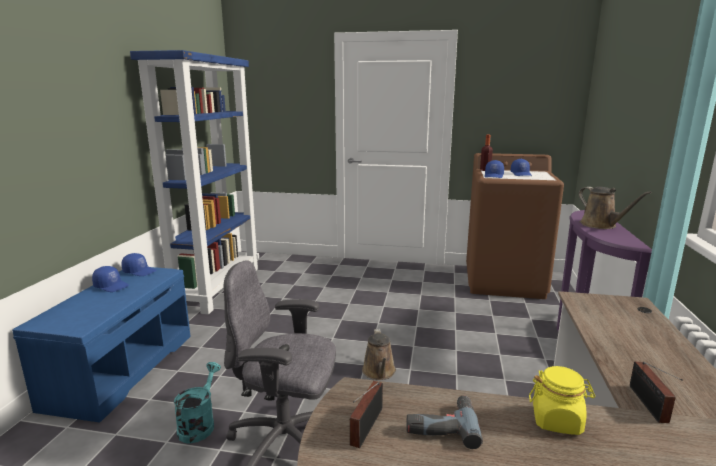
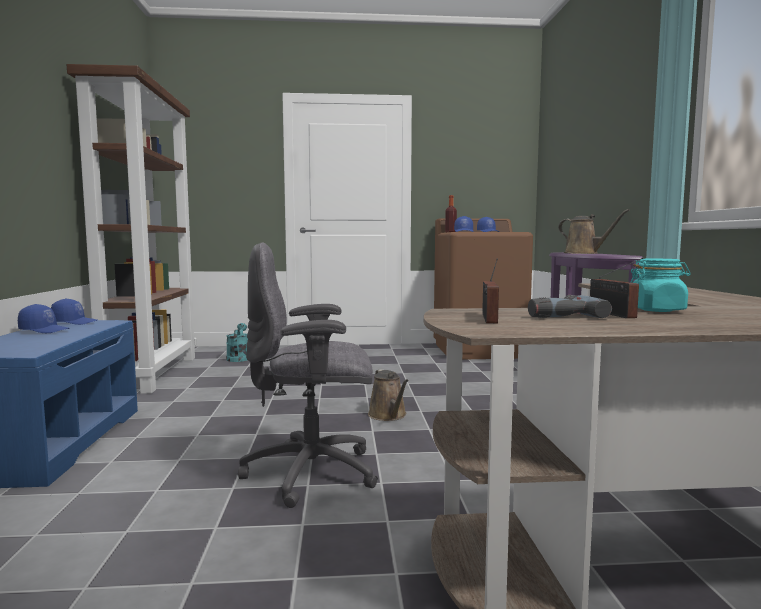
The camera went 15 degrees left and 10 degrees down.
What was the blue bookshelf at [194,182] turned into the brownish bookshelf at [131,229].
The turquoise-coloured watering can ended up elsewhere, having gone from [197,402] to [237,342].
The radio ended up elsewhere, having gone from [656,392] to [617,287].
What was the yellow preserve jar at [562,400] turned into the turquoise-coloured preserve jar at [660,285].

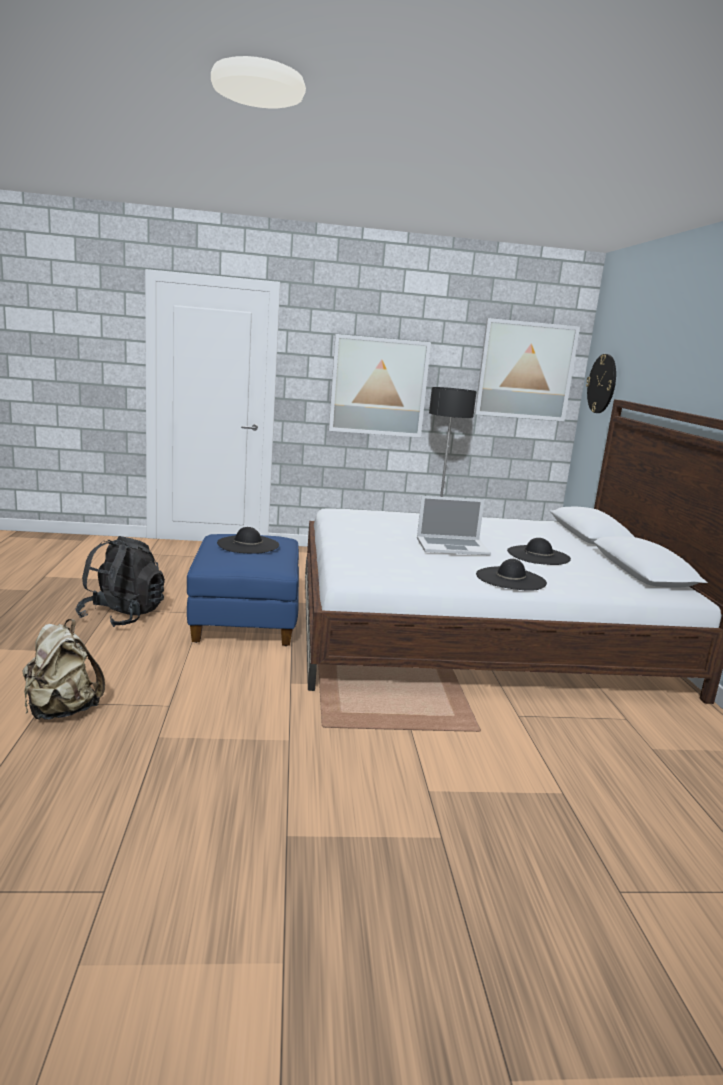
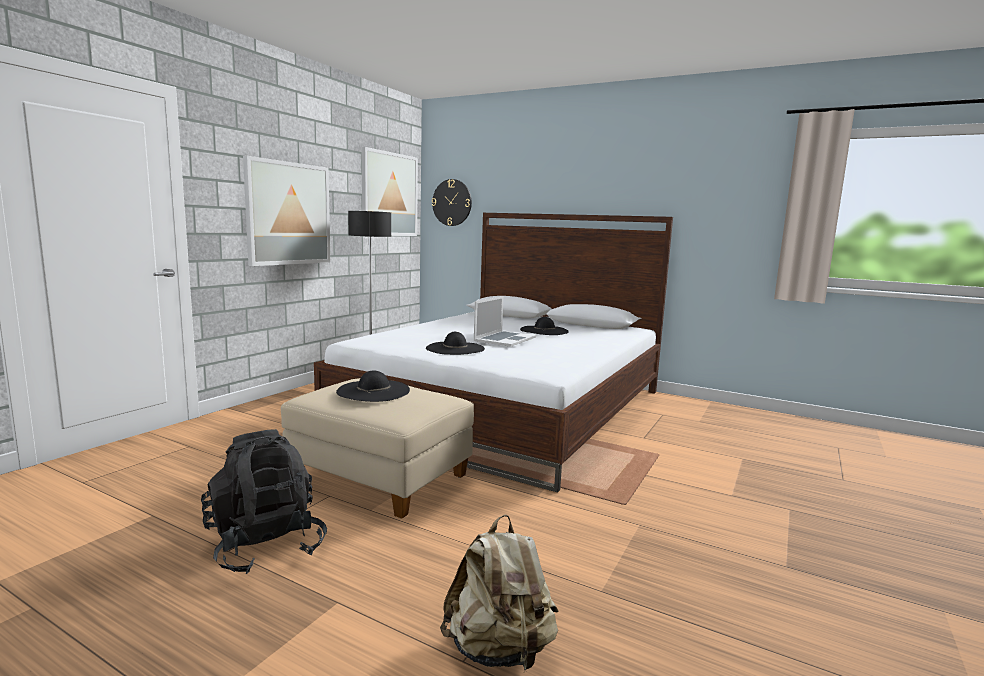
The camera went 55 degrees left and 5 degrees down.
What was the blue footrest at [243,590] turned into the sand-coloured footrest at [377,448].
The black-coloured hat ended up elsewhere, having gone from [511,575] to [455,343].

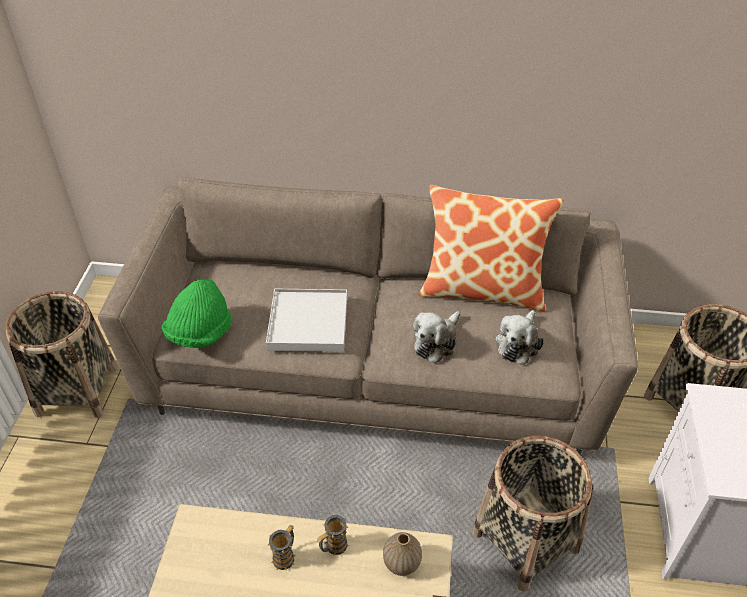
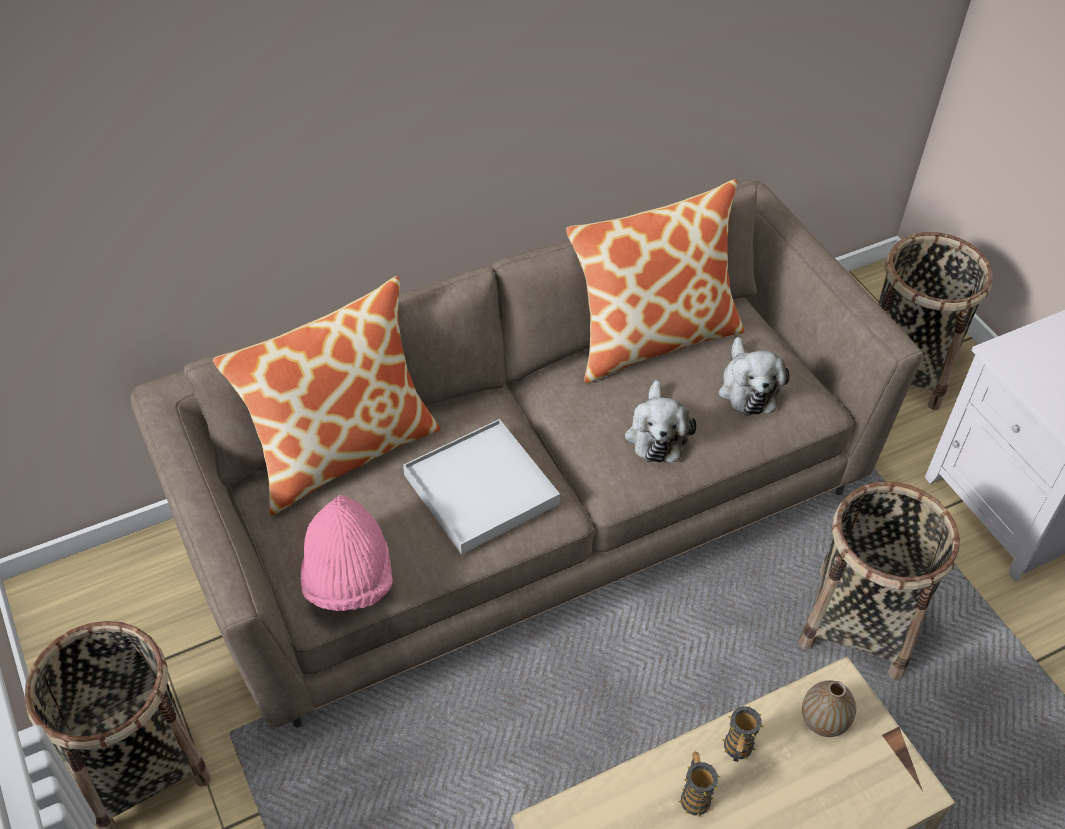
The camera went 35 degrees left and 5 degrees up.
The second view gained the cushion at [326,395].
What was the green-coloured hat at [196,314] turned into the pink-coloured hat at [347,553].

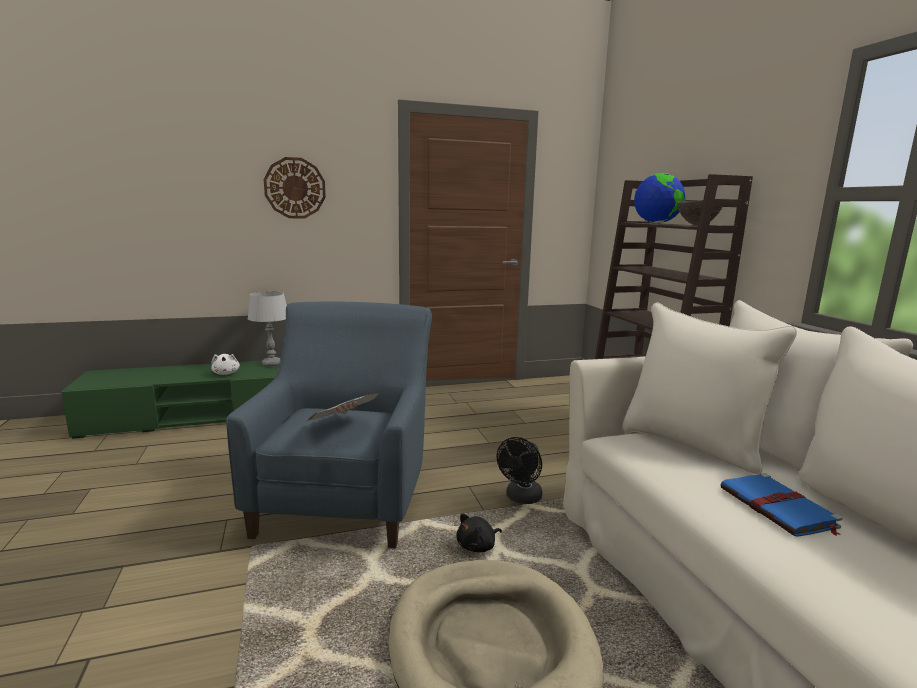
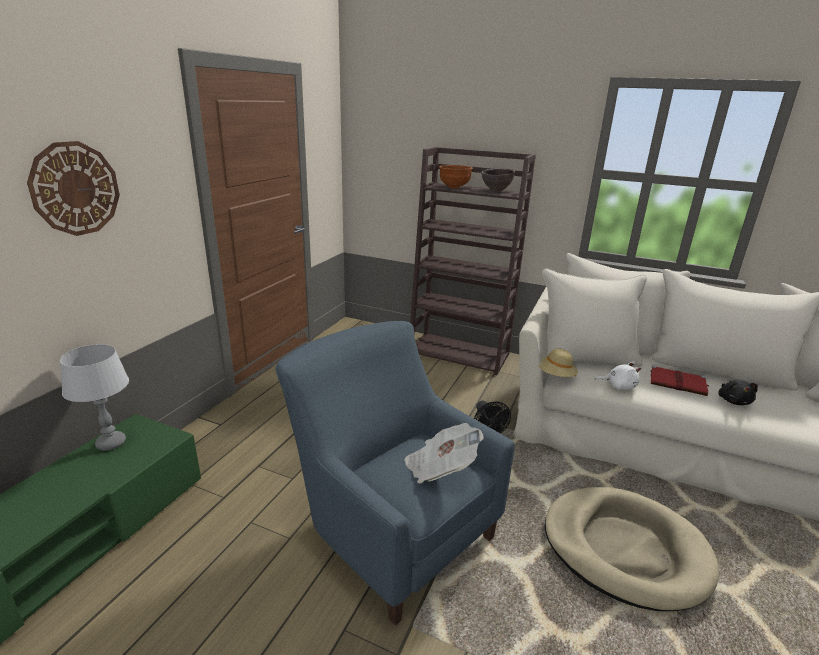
The camera went 50 degrees left and 10 degrees up.
Where the desk globe stood at [659,198], the brownish serving bowl came to stand at [456,176].
The second view gained the sand-coloured hat at [558,363].
The whitish soft toy ended up elsewhere, having gone from [225,364] to [618,376].
What was the blue volume at [781,505] turned into the red-coloured volume at [680,380].
The black-coloured soft toy ended up elsewhere, having gone from [479,533] to [738,392].

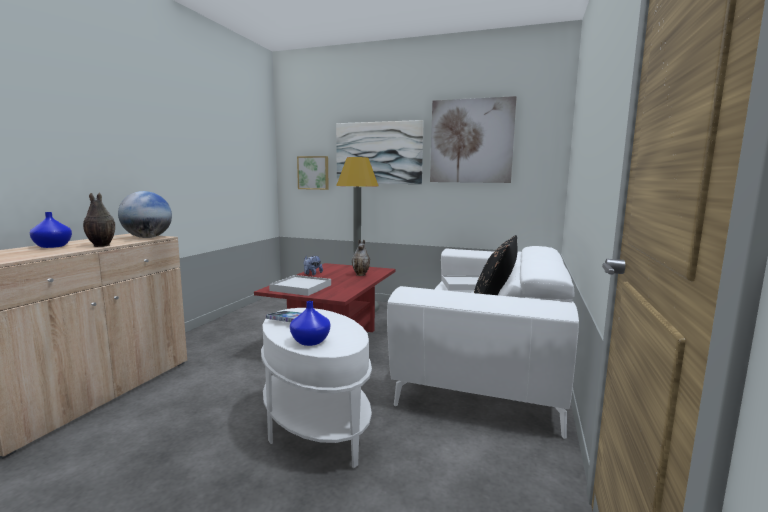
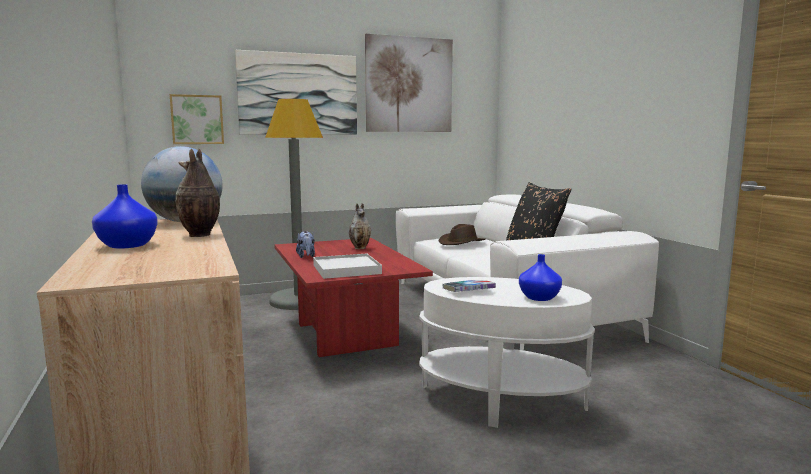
The camera went 40 degrees left and 0 degrees up.
Where the whitish serving tray stood at [461,283], the brownish hat came to stand at [462,234].

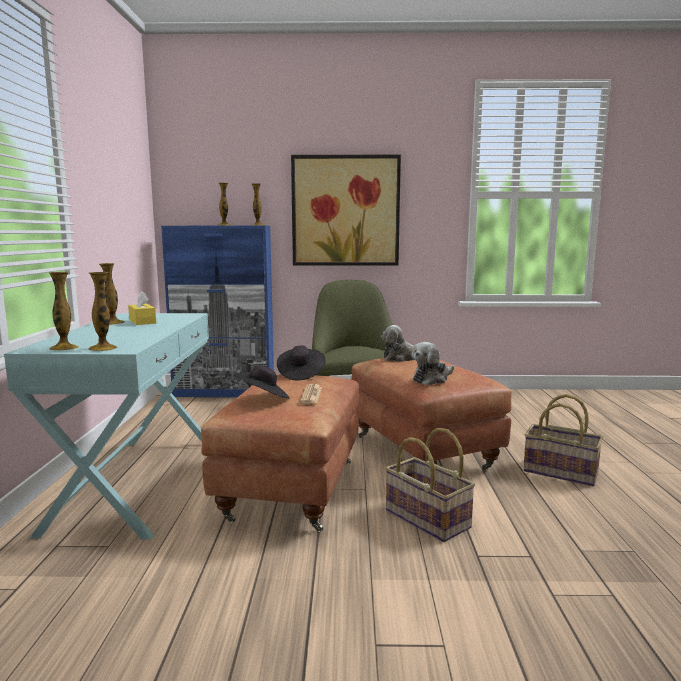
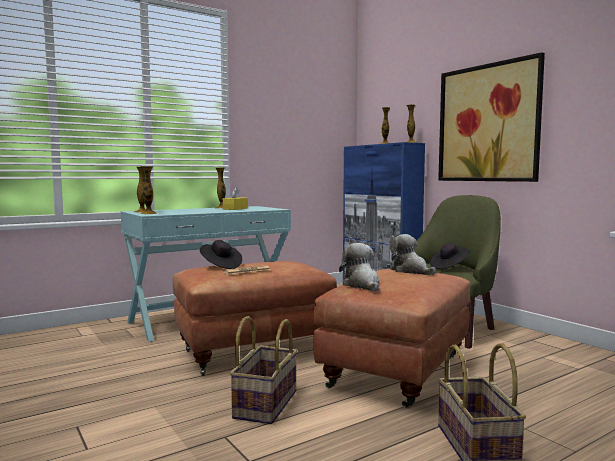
The camera went 55 degrees right and 5 degrees down.
The soft toy at [432,363] ended up facing another way, 60 degrees clockwise from before.
The black-coloured hat ended up elsewhere, having gone from [301,362] to [450,256].

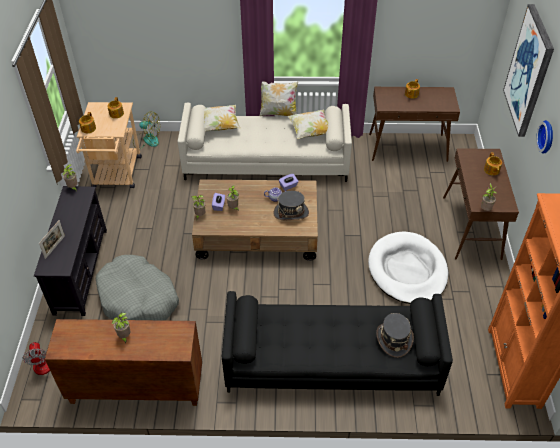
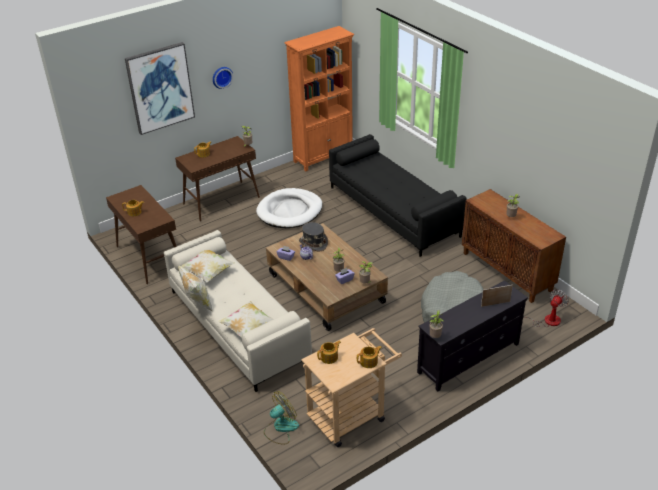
The camera went 125 degrees left and 10 degrees down.
The electric fan at [146,130] ended up facing another way, 75 degrees clockwise from before.
The second view lost the grey hat at [395,335].

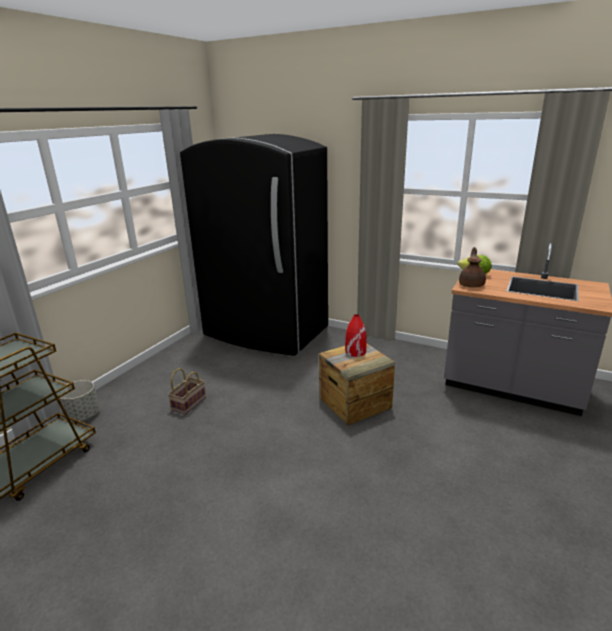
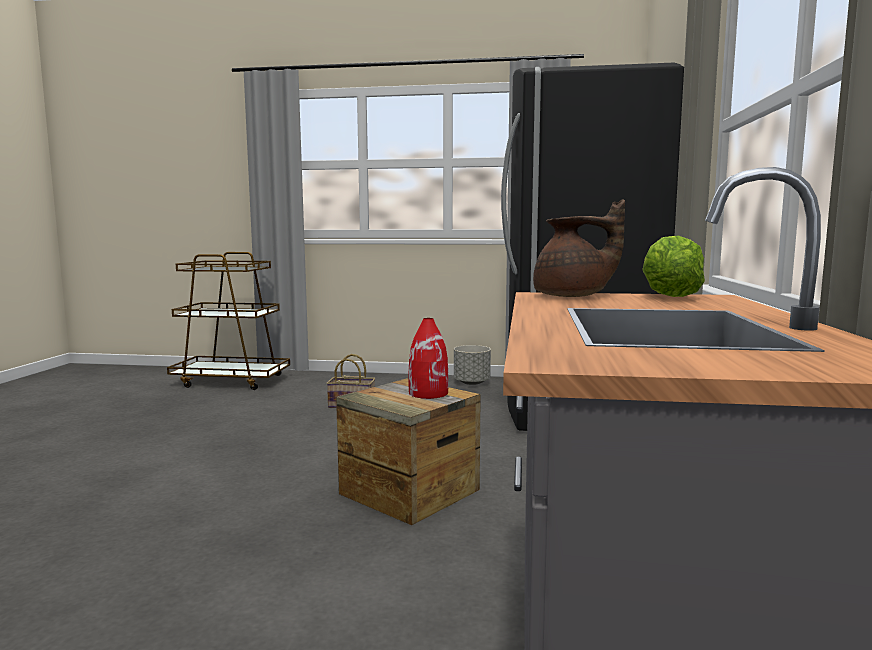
The camera went 70 degrees right and 15 degrees down.
The grey plant pot ended up elsewhere, having gone from [79,401] to [472,365].

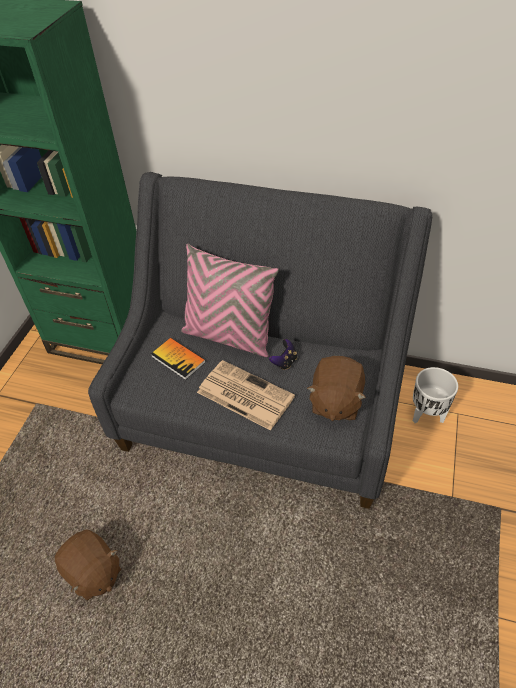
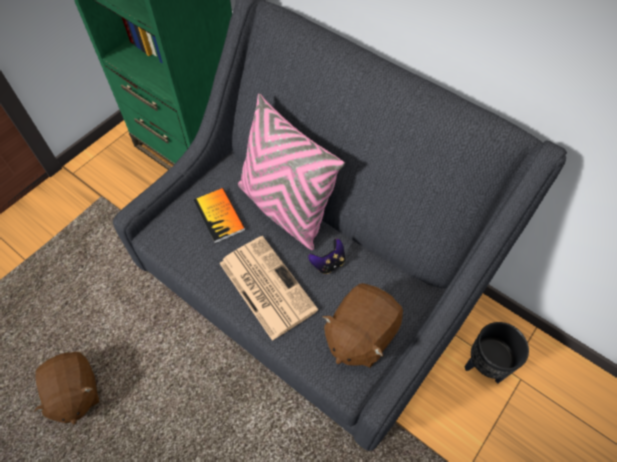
The camera went 20 degrees right and 10 degrees up.
What was the whitish plant pot at [435,395] turned into the black-coloured plant pot at [497,353].

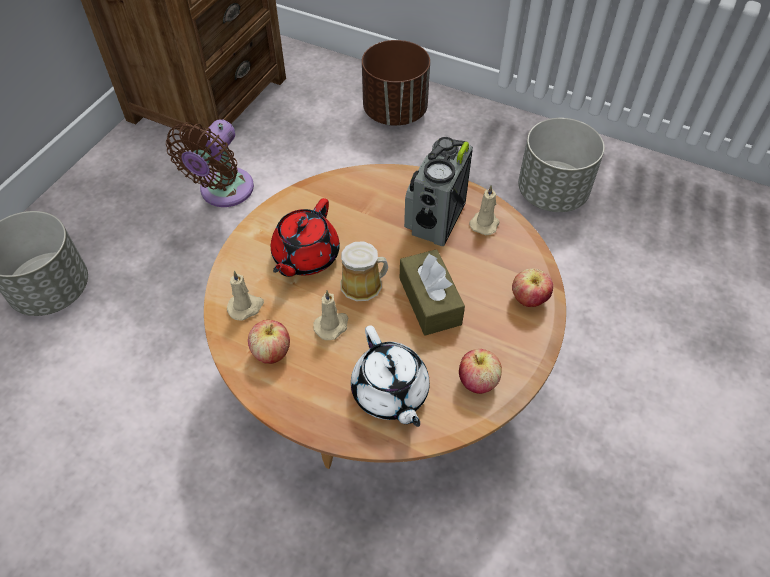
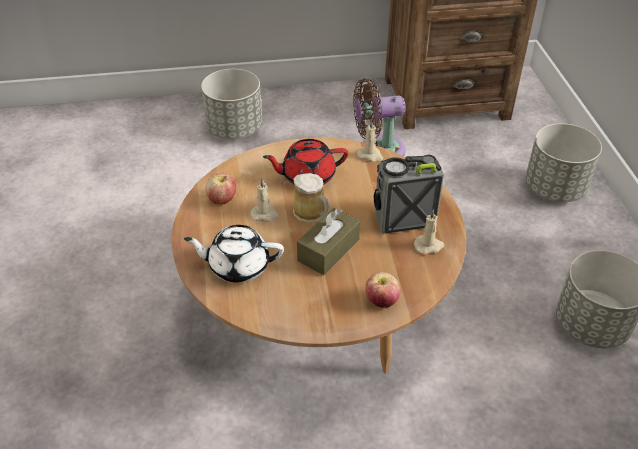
The camera went 55 degrees right and 10 degrees down.
The whitish tea pot at [390,376] ended up facing another way, 60 degrees clockwise from before.
The sand-coloured wax candle ended up elsewhere, having gone from [245,296] to [370,141].
What was the brownish plant pot at [396,83] turned into the grey plant pot at [563,162].
The second view lost the apple at [480,371].

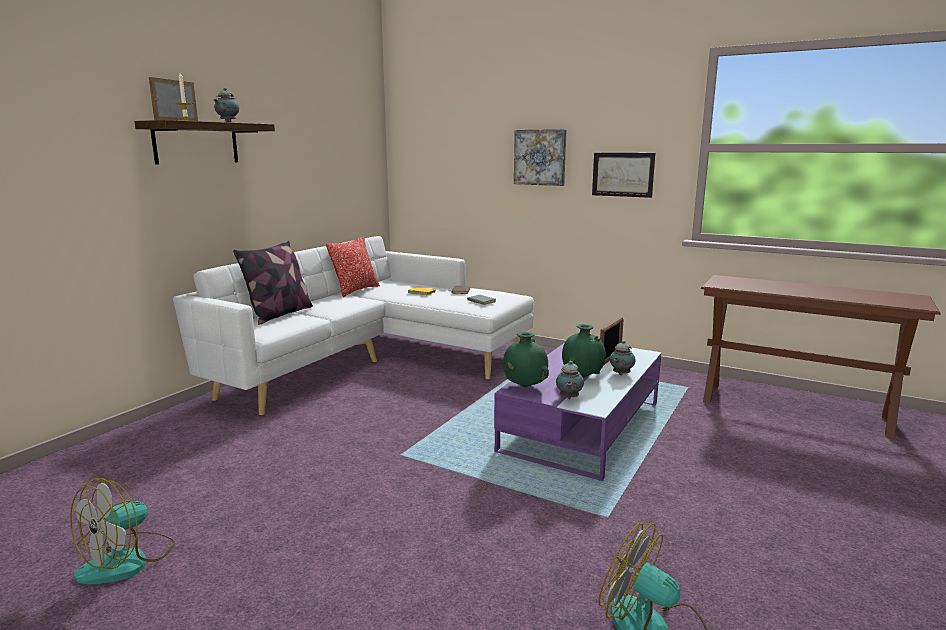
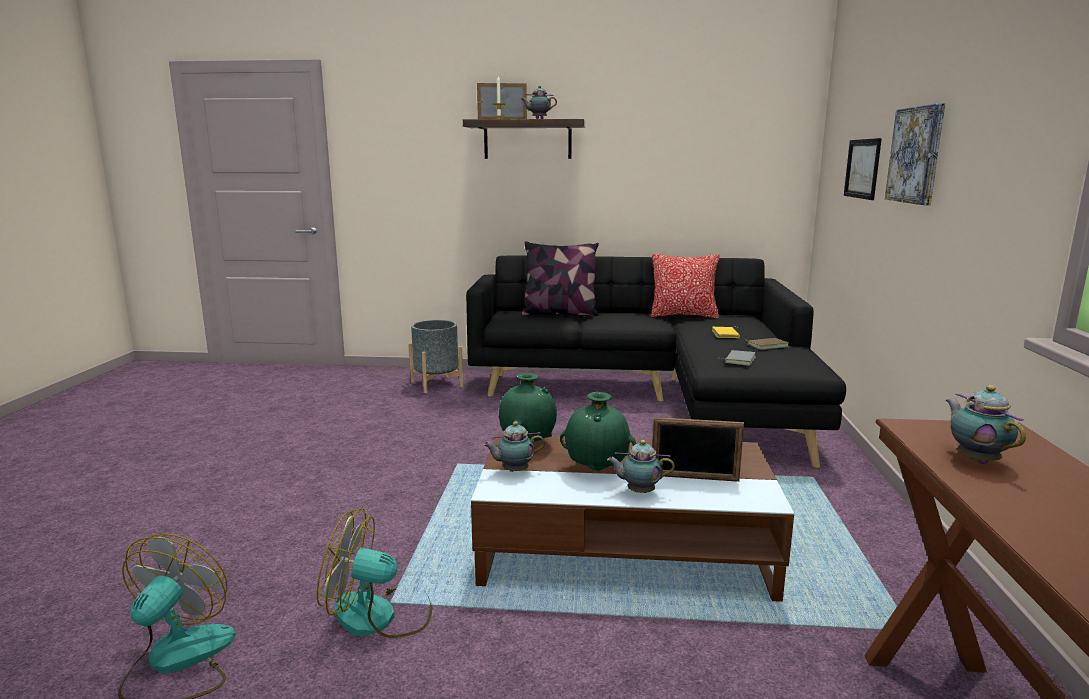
The camera went 65 degrees right and 0 degrees up.
The electric fan ended up elsewhere, having gone from [122,531] to [374,573].
The second view gained the grey plant pot at [436,356].
What was the whitish settee at [353,326] turned into the black-coloured settee at [656,362].
What was the purplish coffee table at [577,412] turned into the brownish coffee table at [632,518].
The wall picture ended up elsewhere, having gone from [623,175] to [863,169].
The second view gained the tea pot at [986,424].

